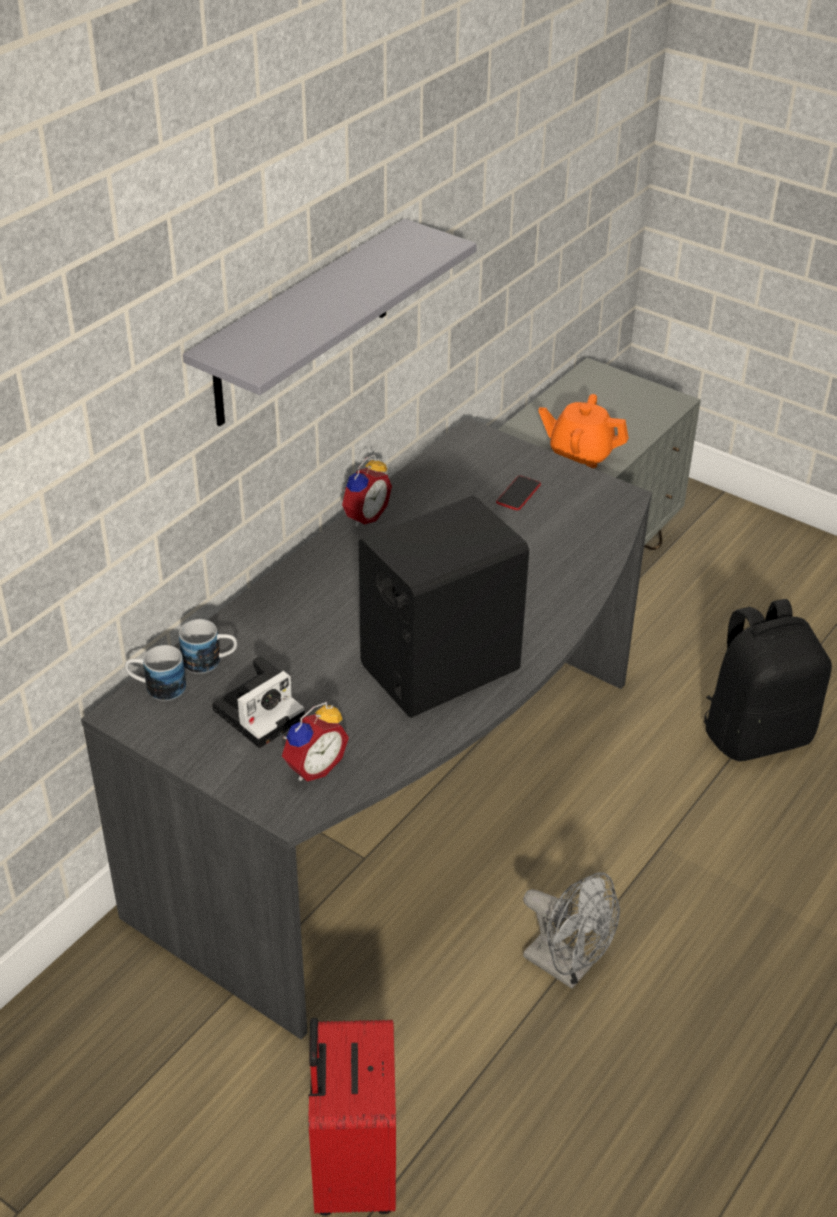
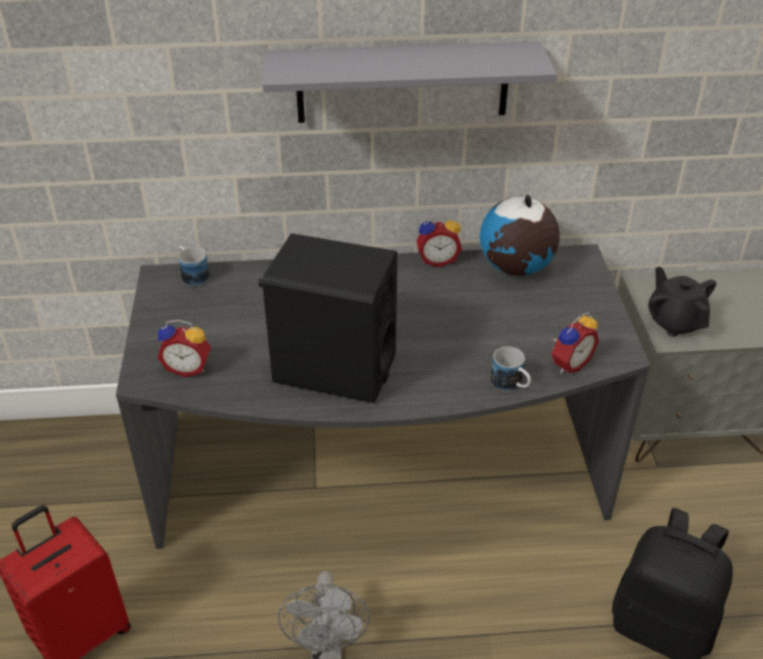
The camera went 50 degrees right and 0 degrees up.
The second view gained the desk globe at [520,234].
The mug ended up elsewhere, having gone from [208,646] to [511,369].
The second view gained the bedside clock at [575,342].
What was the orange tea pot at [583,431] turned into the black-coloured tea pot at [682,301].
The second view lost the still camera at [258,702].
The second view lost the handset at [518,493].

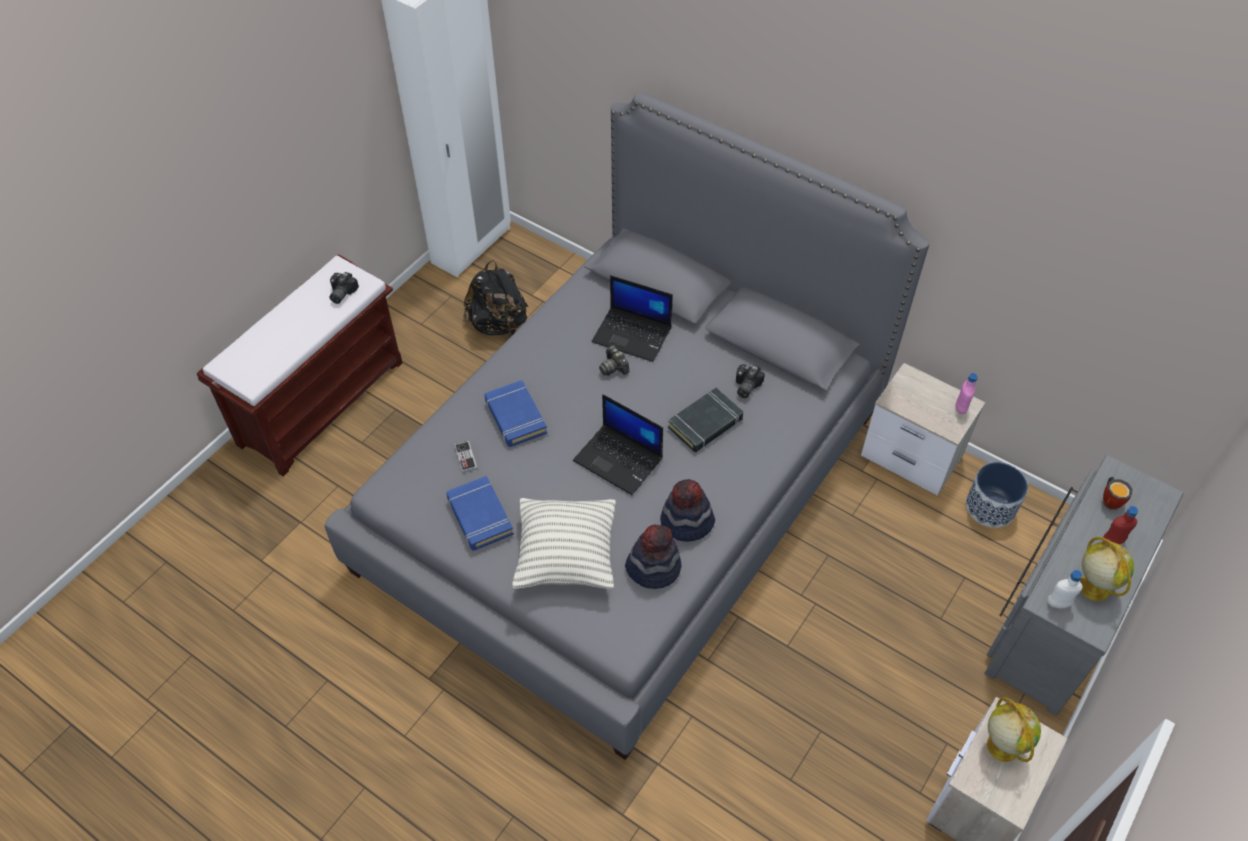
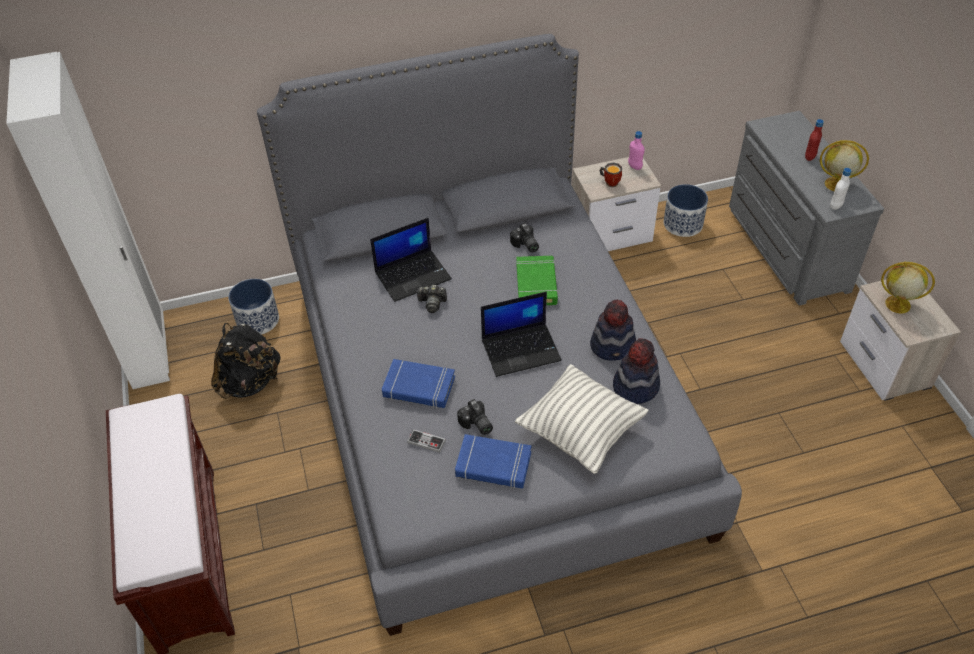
The camera went 50 degrees left and 5 degrees down.
The second view gained the plant pot at [253,307].
The still camera ended up elsewhere, having gone from [344,288] to [475,417].
What was the black-coloured volume at [705,420] turned into the green-coloured volume at [537,280].
The mug ended up elsewhere, having gone from [1118,493] to [610,175].

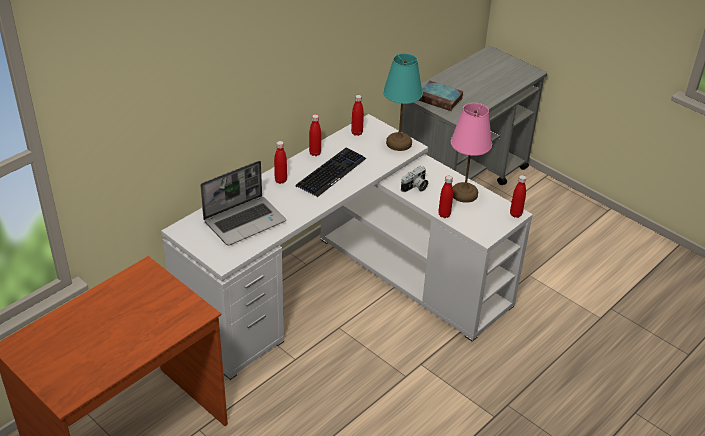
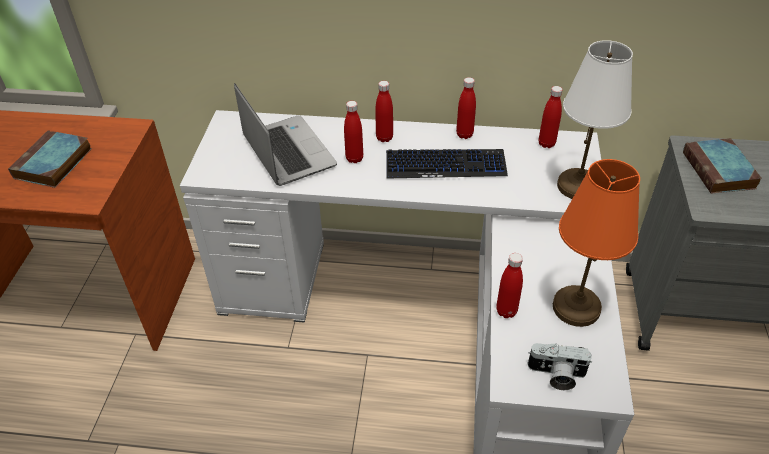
The camera went 55 degrees right and 5 degrees up.
The second view gained the volume at [50,159].
The laptop at [243,203] ended up facing another way, 135 degrees counterclockwise from before.
The red-coloured drink bottle ended up elsewhere, having gone from [518,196] to [353,132].
The still camera ended up elsewhere, having gone from [414,179] to [560,366].
What was the pink-coloured table lamp at [471,153] turned into the orange table lamp at [596,243].
What was the turquoise-coloured table lamp at [403,102] turned into the whitish table lamp at [595,119].

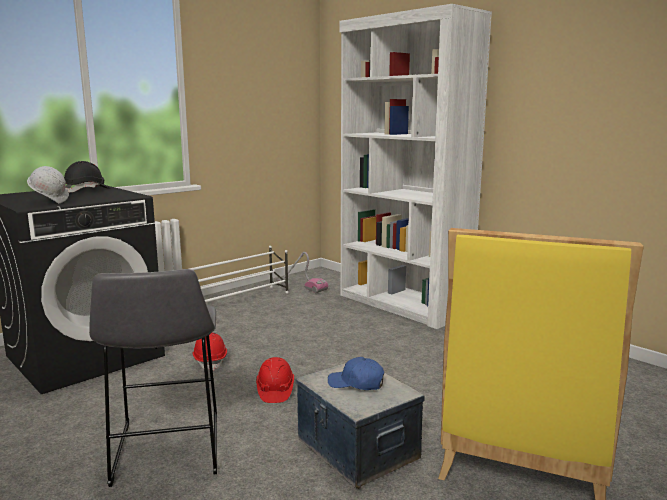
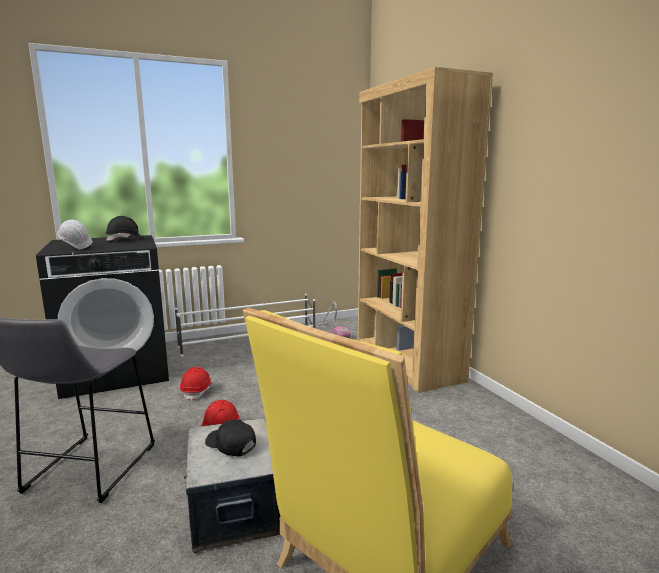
The camera went 20 degrees right and 0 degrees up.
What was the blue peaked cap at [356,373] turned into the black-coloured peaked cap at [230,438].
What was the whitish bookshelf at [416,166] turned into the brownish bookshelf at [425,230].

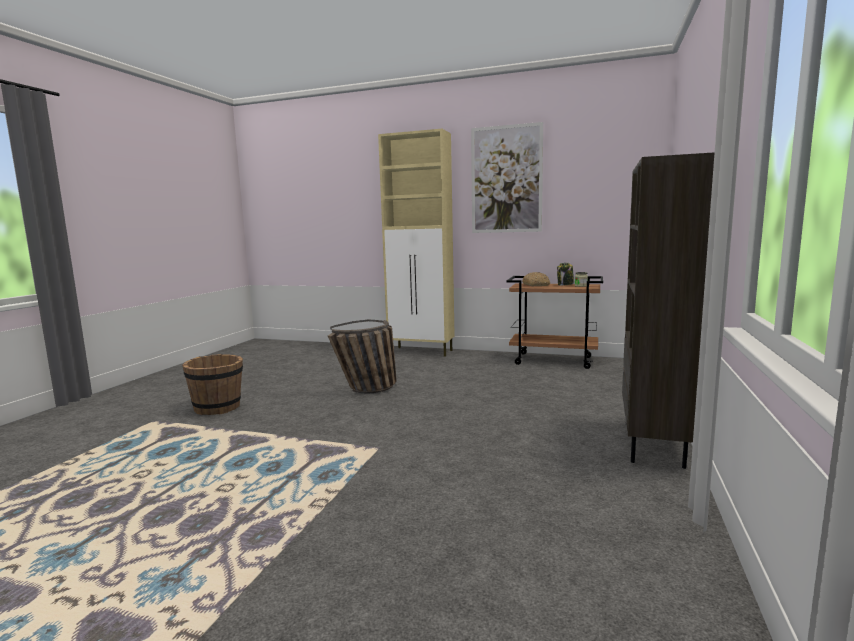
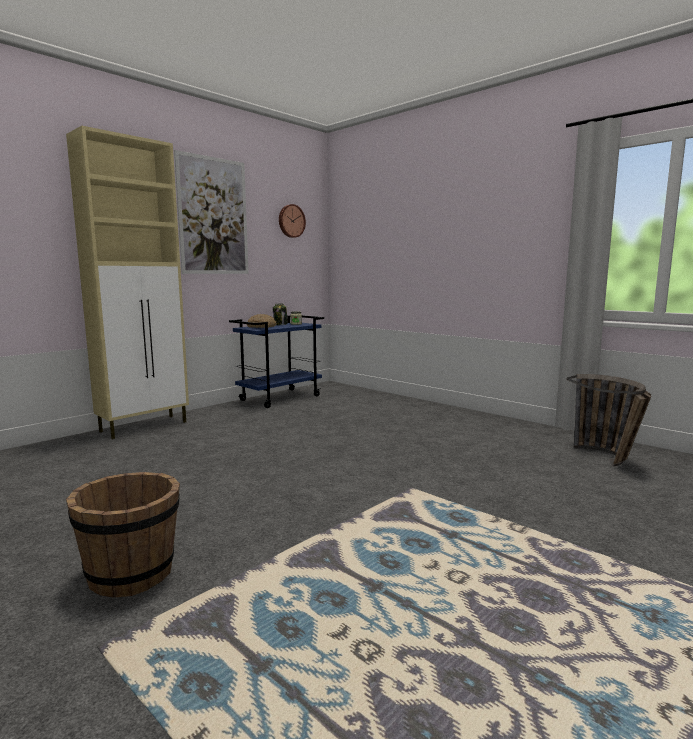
The camera went 65 degrees left and 0 degrees up.
What was the brownish cart at [554,322] turned into the blue cart at [276,361].
The second view gained the wall clock at [292,221].
The basket ended up elsewhere, having gone from [362,356] to [609,420].
The second view lost the brownish bookshelf at [668,310].

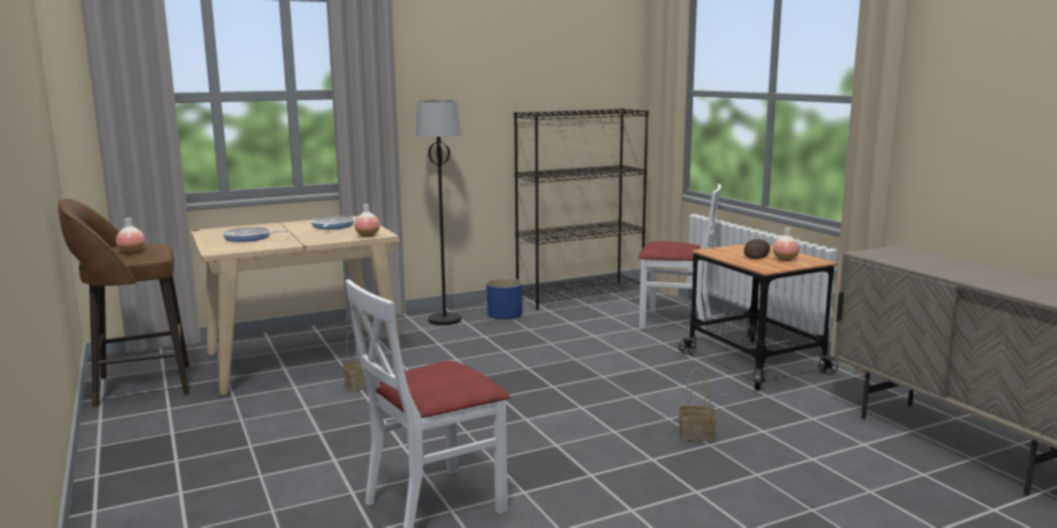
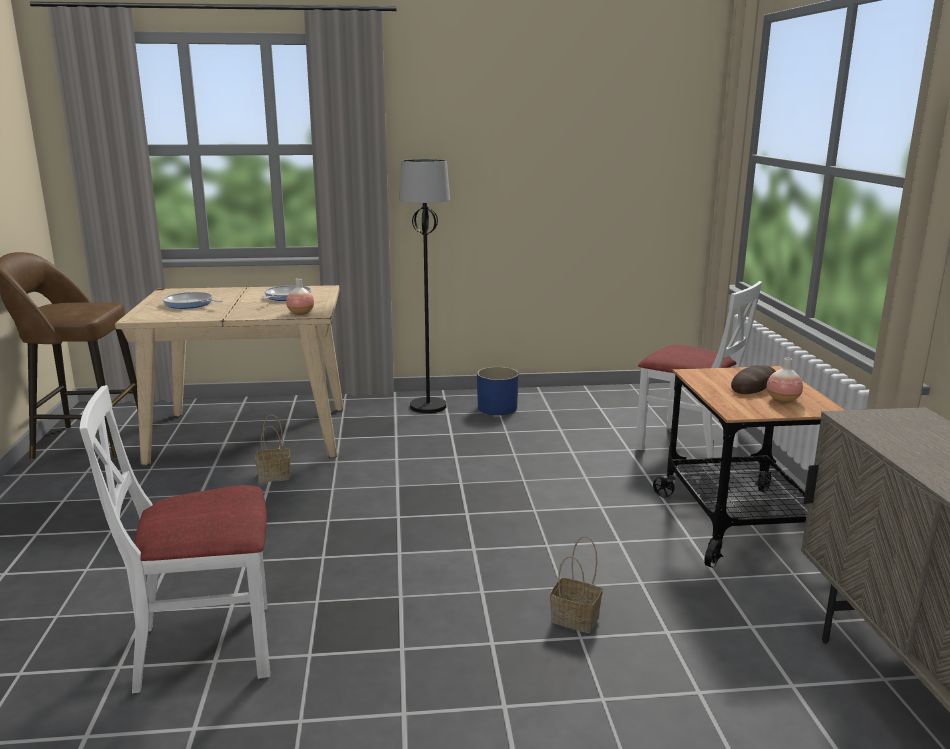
The camera went 20 degrees right and 5 degrees up.
The second view lost the flower vase at [131,235].
The second view lost the black-coloured bookshelf at [581,209].

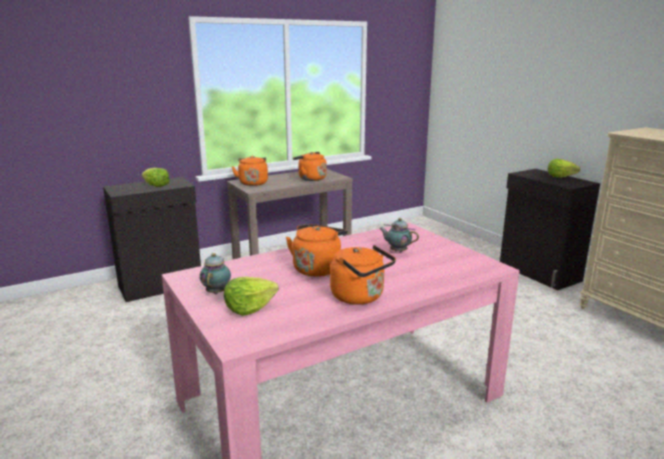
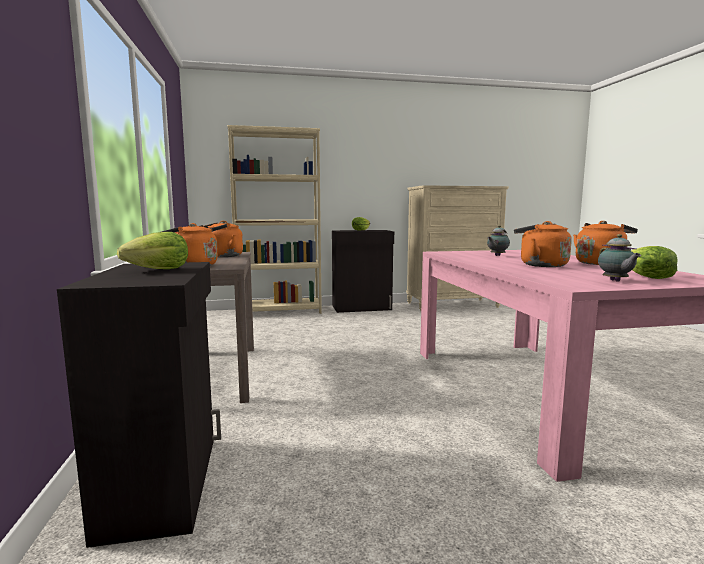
The camera went 70 degrees left and 10 degrees down.
The second view gained the sand-coloured bookshelf at [274,219].
The tea pot at [215,273] ended up facing another way, 120 degrees counterclockwise from before.

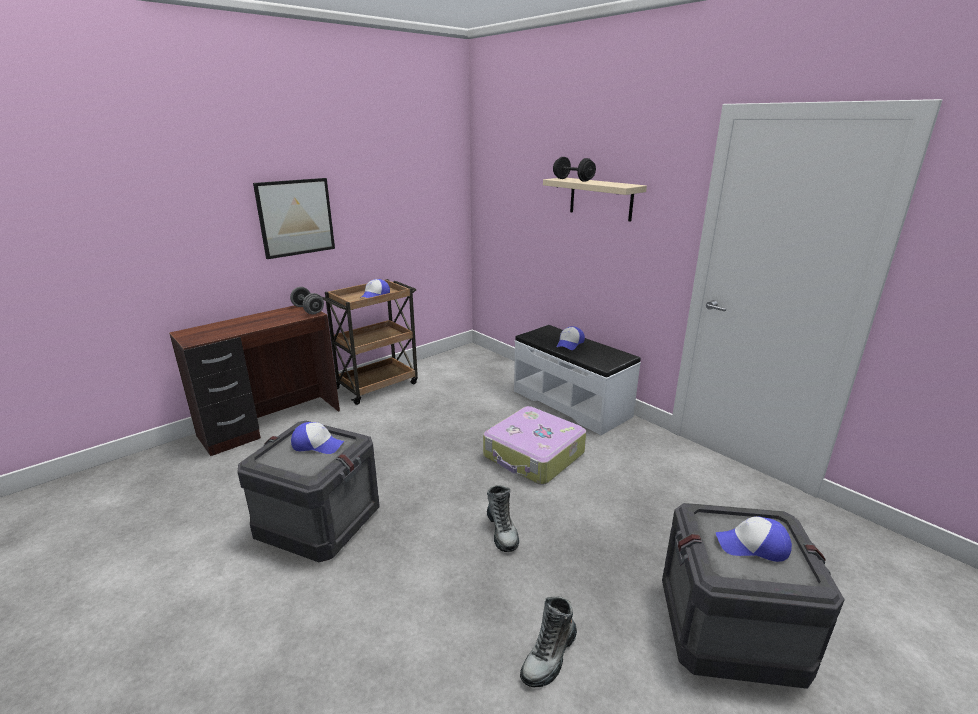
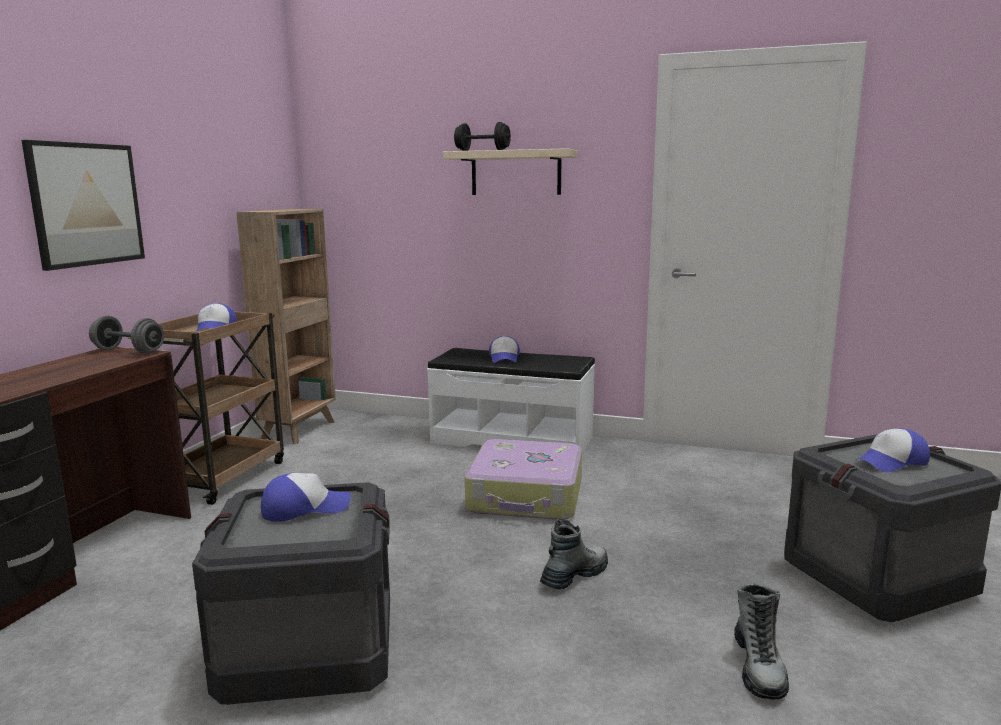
The camera went 30 degrees left and 10 degrees down.
The second view gained the brownish bookshelf at [286,326].
The boot at [503,518] ended up facing another way, 90 degrees counterclockwise from before.

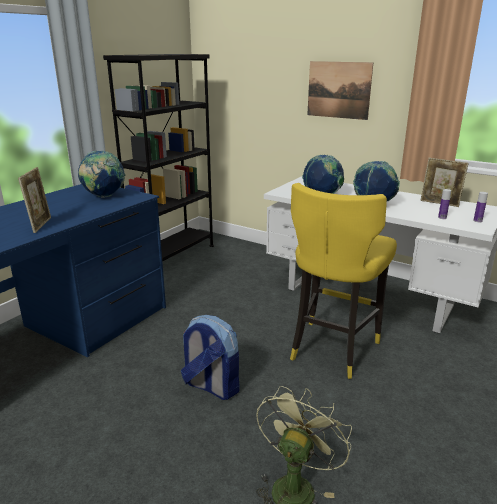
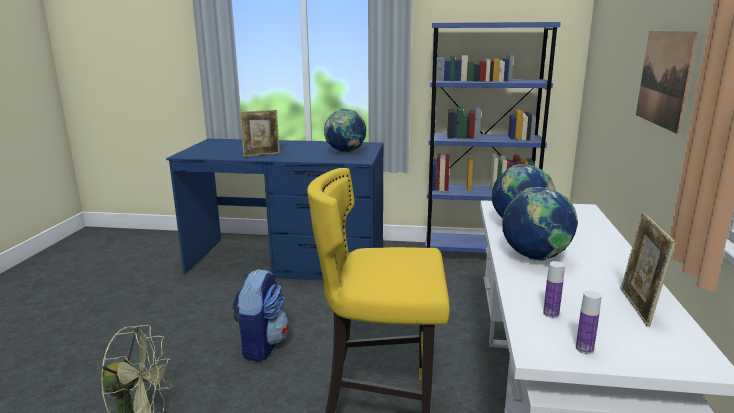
The camera went 65 degrees right and 5 degrees down.
What was the black-coloured bookshelf at [158,158] turned into the blue bookshelf at [493,137].

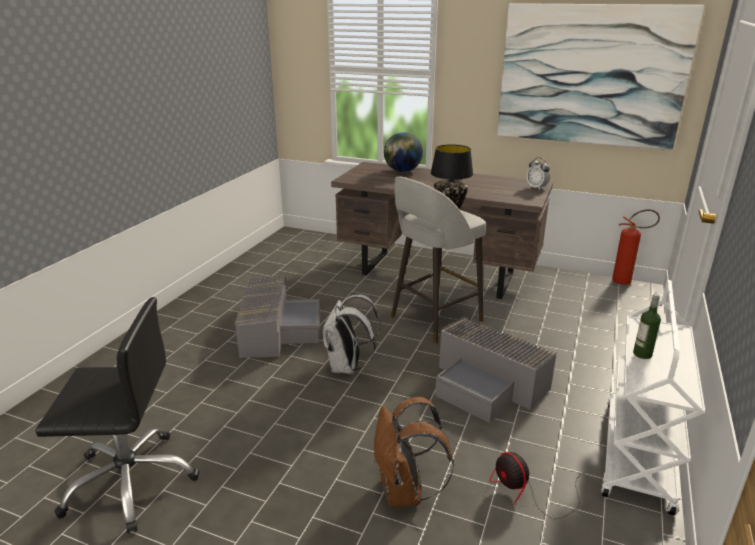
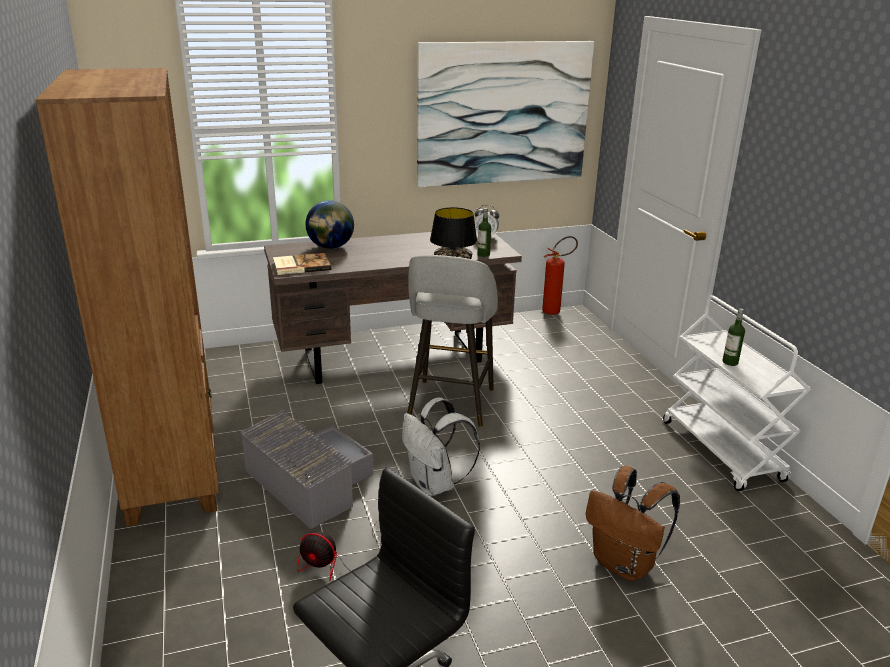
The camera went 40 degrees left and 0 degrees up.
The second view gained the brownish bookshelf at [127,297].
The second view gained the volume at [302,264].
The electric fan ended up elsewhere, having gone from [538,485] to [339,551].
The second view gained the drink bottle at [484,232].
The second view lost the grey storage bin at [496,369].

